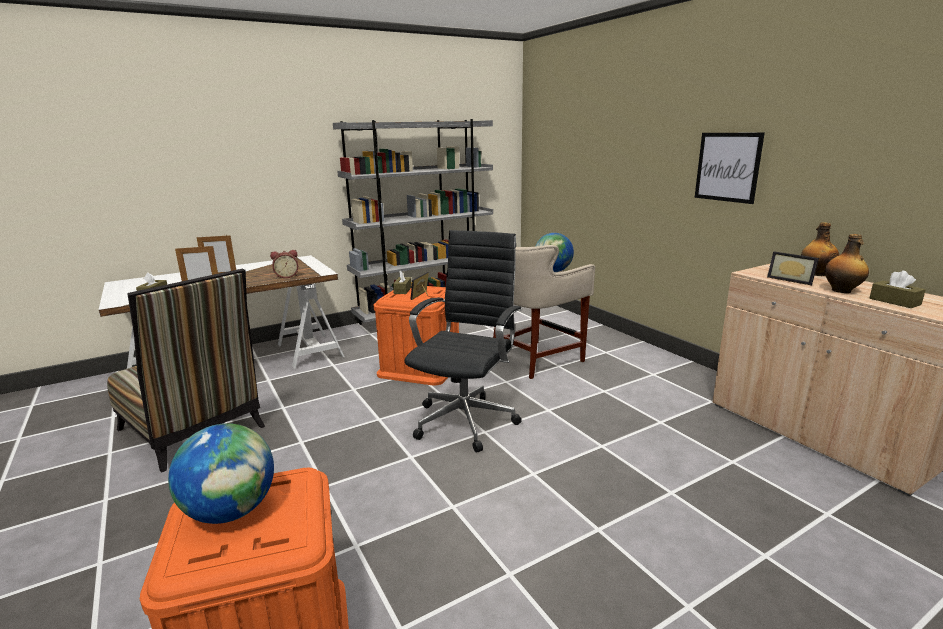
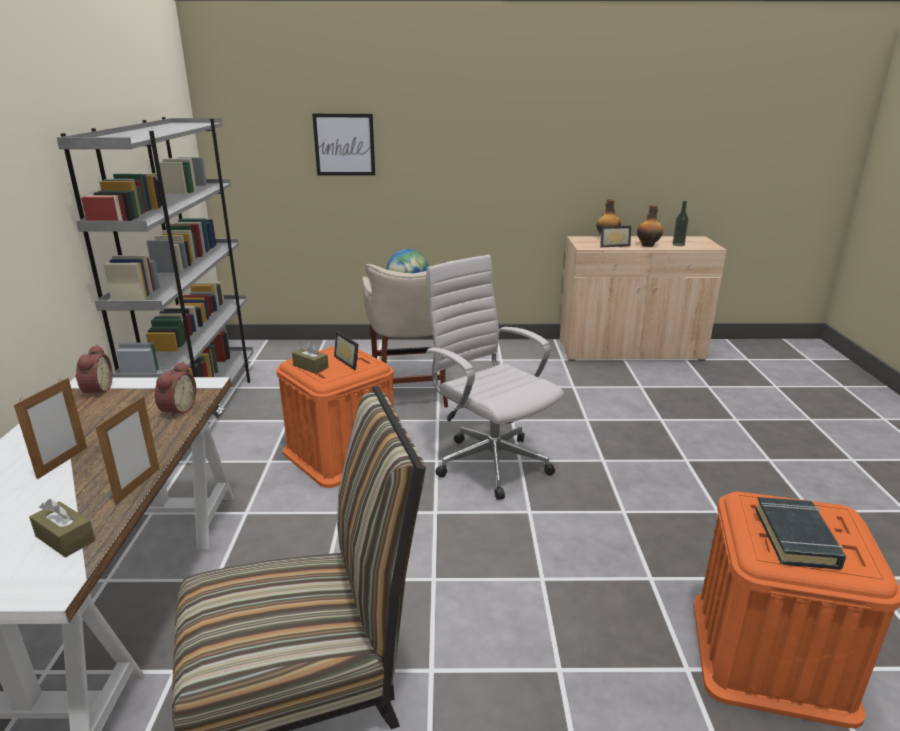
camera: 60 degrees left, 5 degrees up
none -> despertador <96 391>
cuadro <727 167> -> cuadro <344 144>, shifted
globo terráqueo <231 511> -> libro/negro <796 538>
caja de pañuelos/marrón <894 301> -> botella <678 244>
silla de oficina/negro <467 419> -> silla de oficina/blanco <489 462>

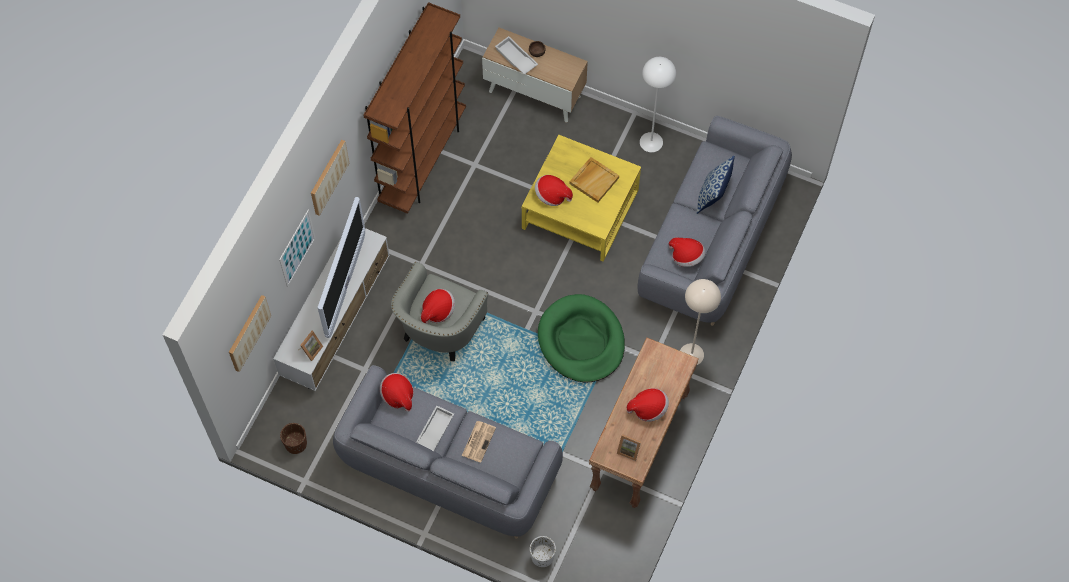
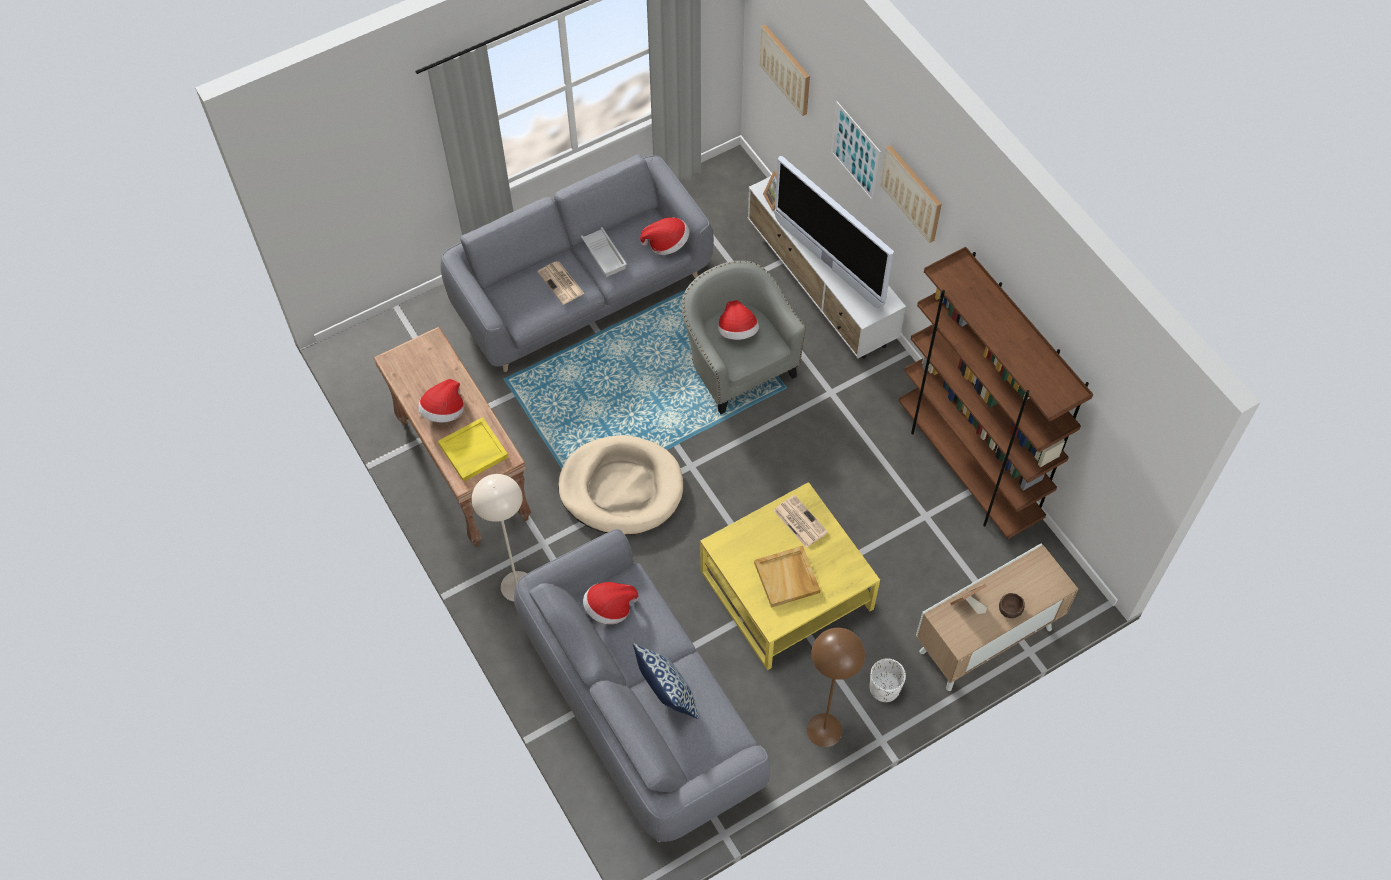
camera: 125 degrees right, 5 degrees down
maceta/marrón <296 444> -> none
bandeja/blanco <515 58> -> none
none -> bandeja/amarillo <473 451>
maceta/blanco <542 556> -> maceta/blanco <884 688>, shifted
portarretratos <629 450> -> portarretratos <967 605>, shifted
sombrero <552 195> -> periódico <799 521>
cama para perro/verde <581 341> -> cama para perro/beis <621 488>
lámpara de pie/blanco <651 142> -> lámpara de pie/marrón <824 729>

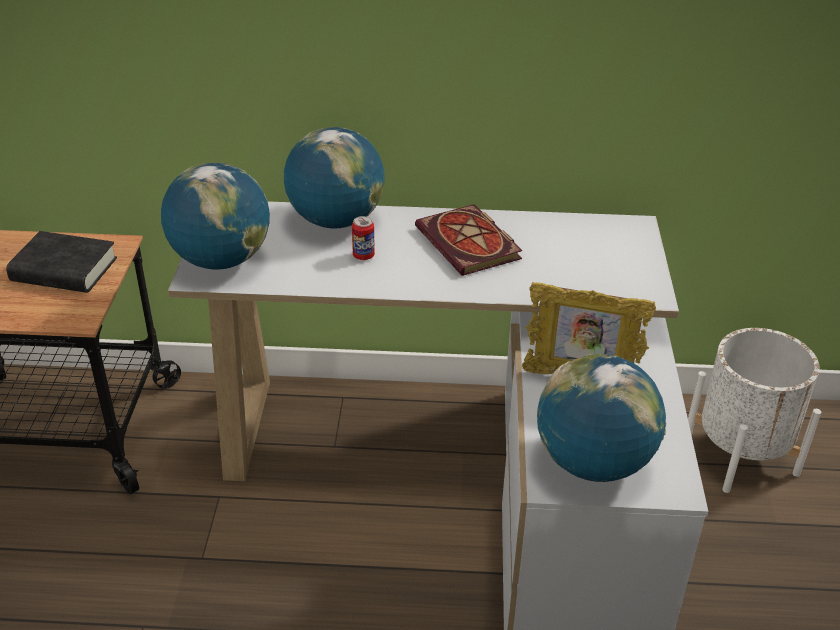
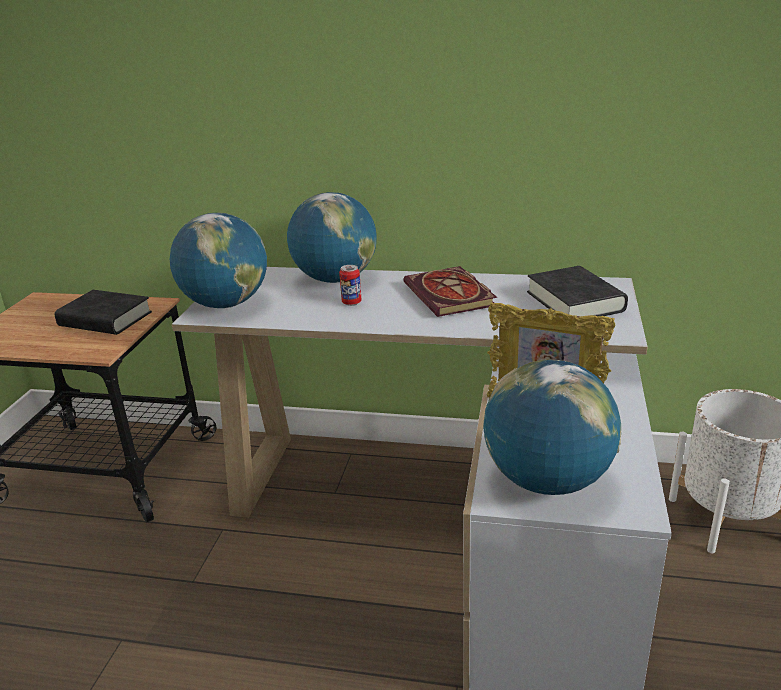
camera: 10 degrees right, 10 degrees down
none -> libro/negro <575 301>

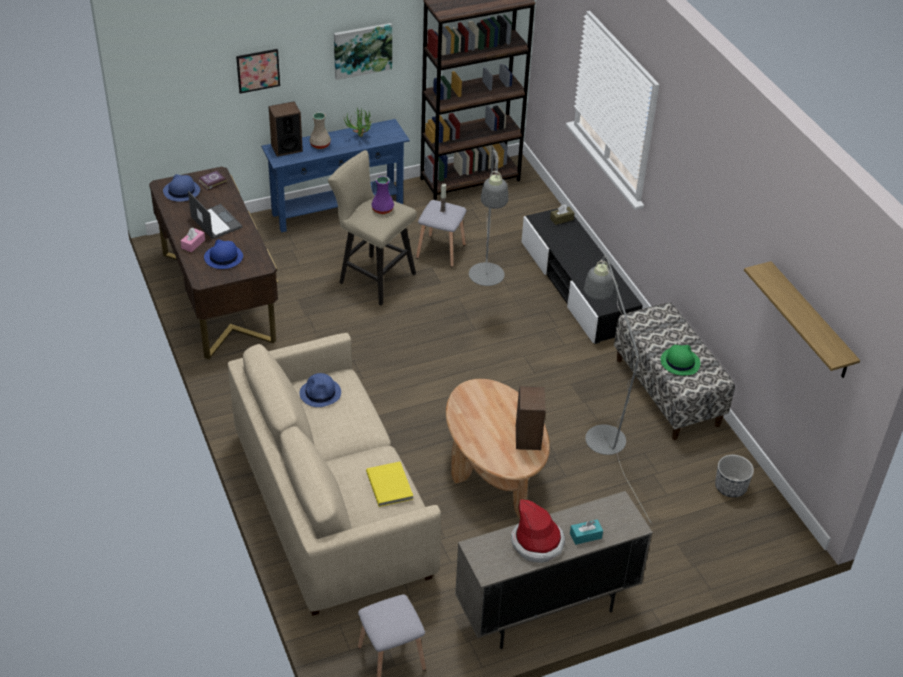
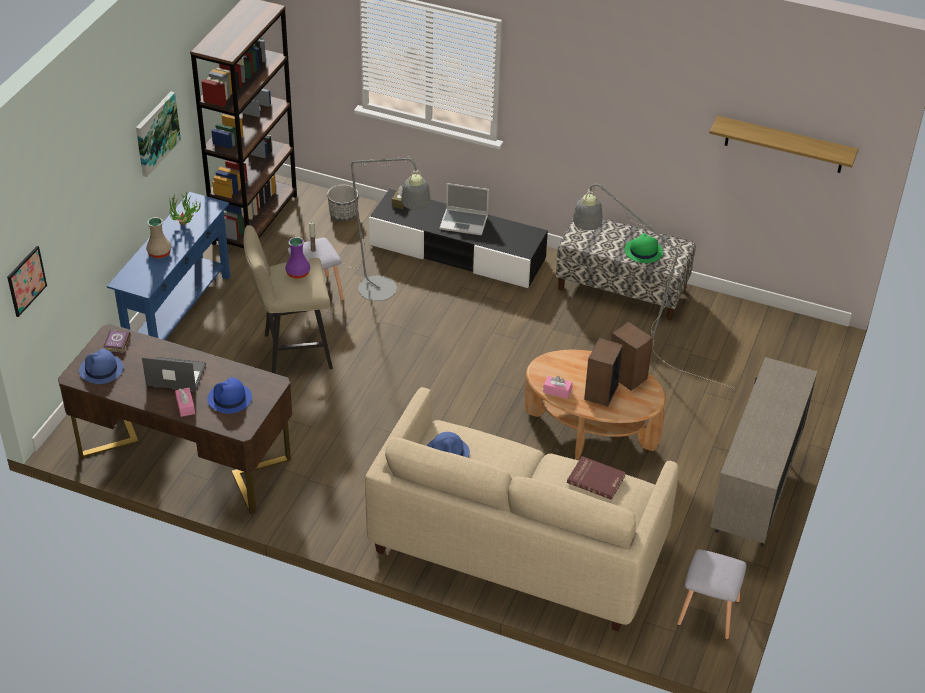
camera: 45 degrees left, 0 degrees up
sombrero <537 542> -> none
caja de pañuelos/turquesa <585 536> -> none
none -> portátil <464 222>
none -> caja de pañuelos/rosa <557 391>
cuadro <258 70> -> cuadro <26 281>, shifted
altavoz <286 148> -> altavoz <601 392>, shifted
maceta <730 487> -> maceta <343 214>, shifted
libro/amarillo <390 485> -> libro/rojo <596 479>

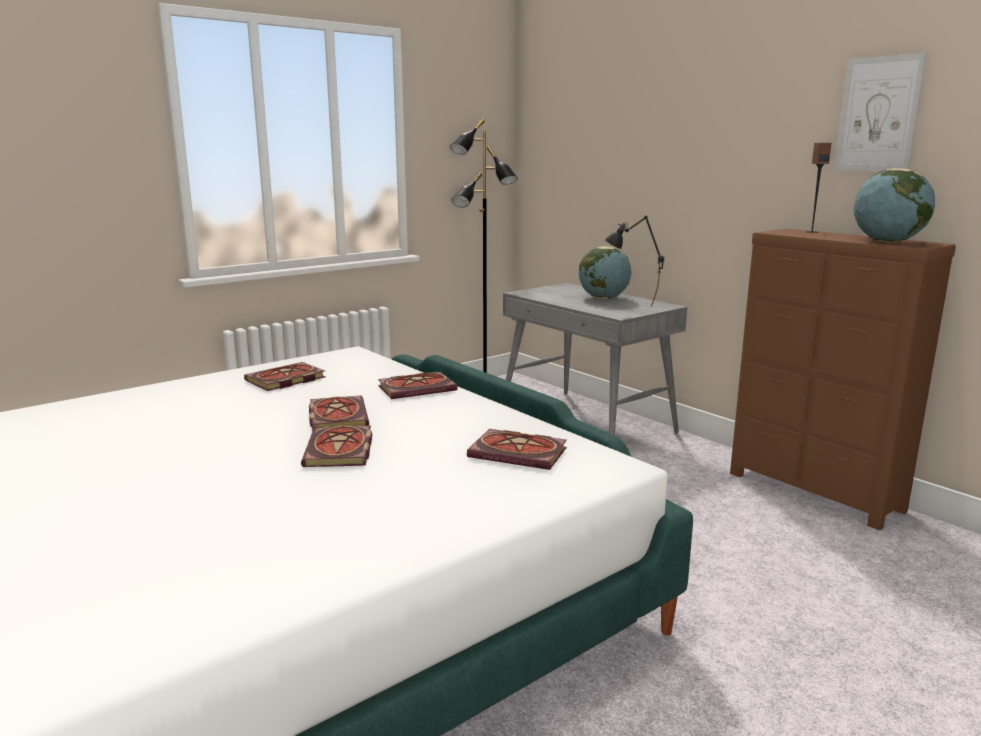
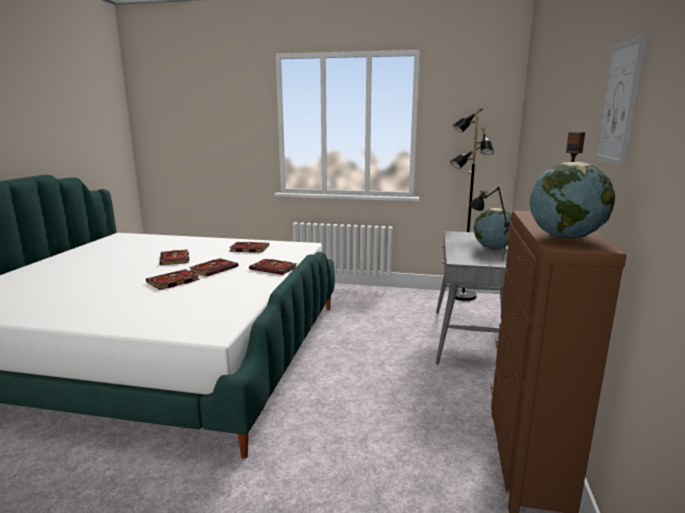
camera: 50 degrees right, 0 degrees up
libro <520 453> -> libro <175 259>, shifted

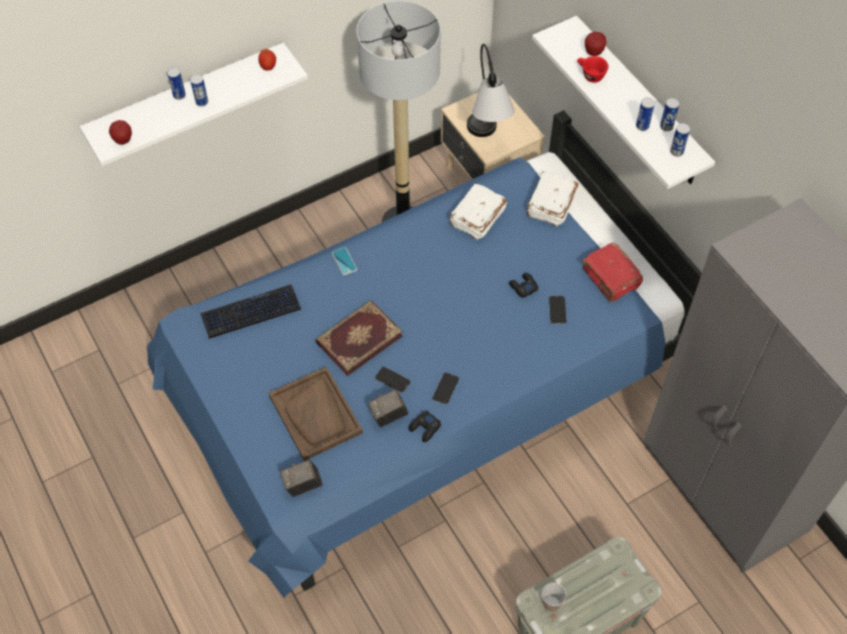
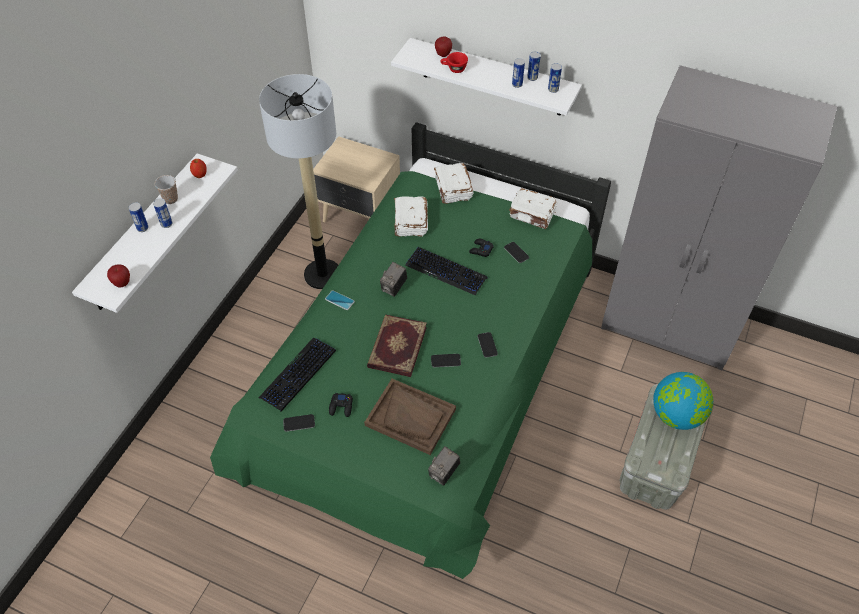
camera: 35 degrees left, 5 degrees down
lámpara de mesa <486 141> -> none
none -> móvil <299 423>
none -> teclado <446 271>
none -> globo terráqueo <676 415>
cámara <388 416> -> cámara <394 287>, shifted
mando de consola/negro <425 428> -> mando de consola/negro <341 407>, shifted
taza <551 603> -> taza <170 199>, shifted
cama/azul <422 390> -> cama/verde <428 378>
libro/rojo <611 278> -> libro/blanco <532 215>

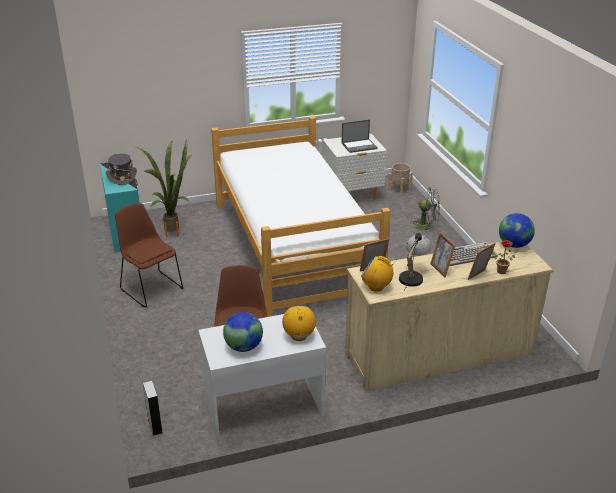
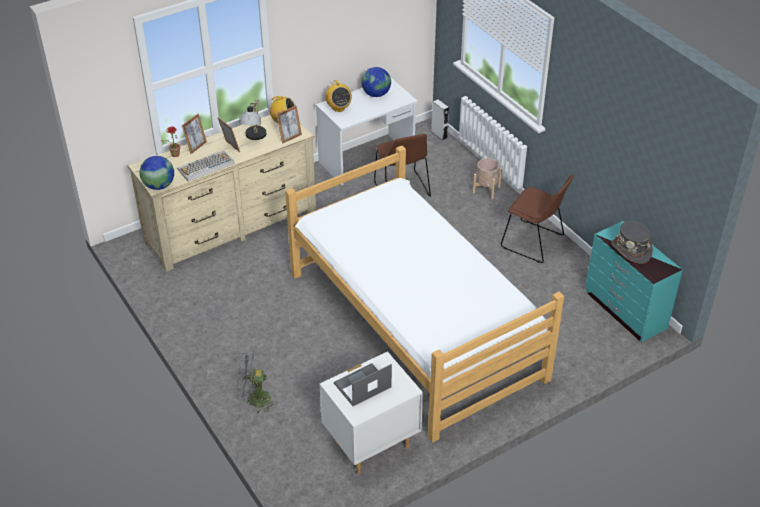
camera: 165 degrees right, 10 degrees up
planta en maceta <173 231> -> none
maceta/beis <399 190> -> maceta/beis <486 189>, shifted

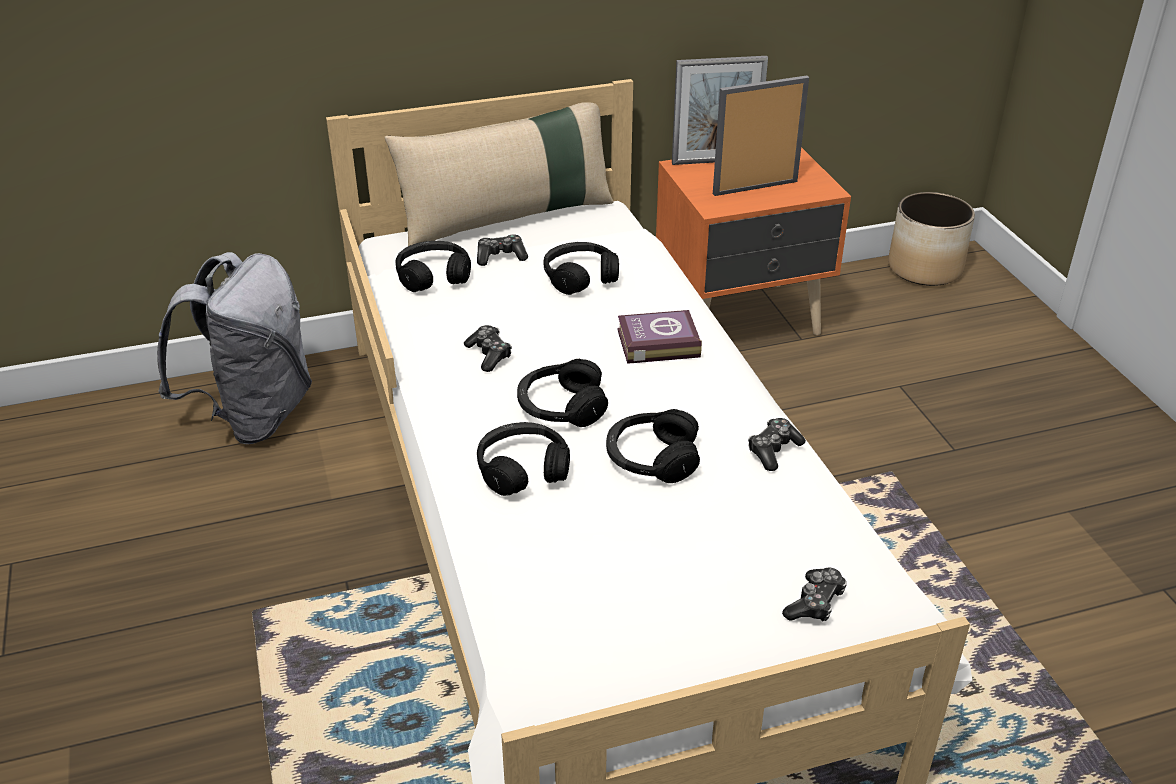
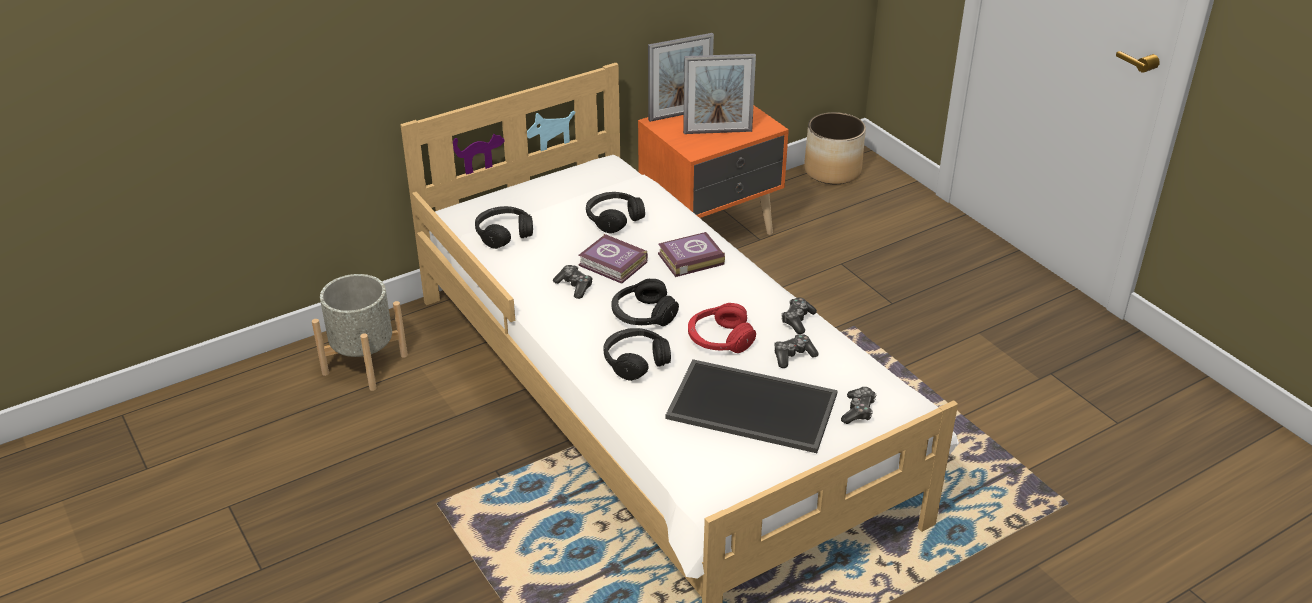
camera: 15 degrees left, 0 degrees up
cojín/beis <508 218> -> none
none -> libro <613 265>
none -> bandeja <749 407>
mando de consola <500 257> -> mando de consola <793 356>, shifted
mochila/gris <254 415> -> maceta/gris <364 364>
auriculares/negro <652 458> -> auriculares/rojo <719 339>
portarretratos <755 187> -> portarretratos <717 132>, 150 degrees counterclockwise

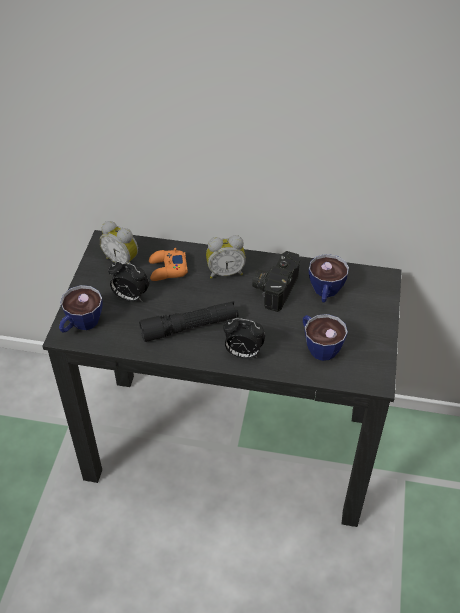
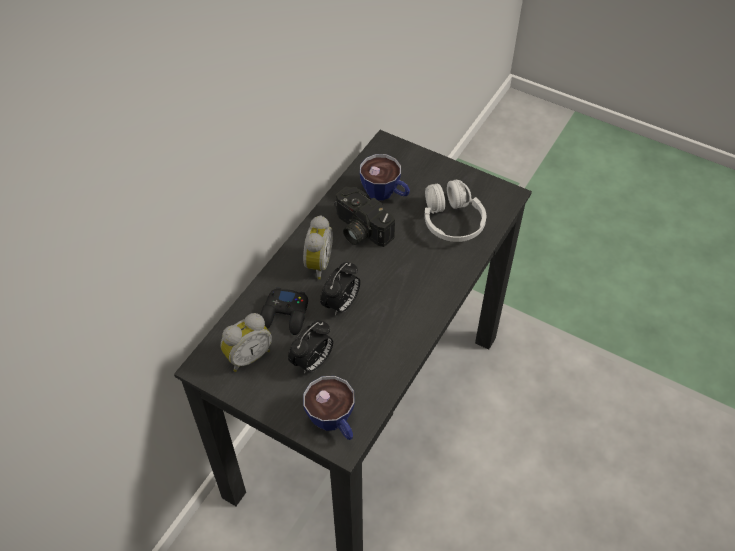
camera: 70 degrees left, 5 degrees up
linterna/negro <189 327> -> none
despertador <243 354> -> despertador <341 304>, shifted
taza <318 346> -> auriculares/blanco <452 221>
mando de consola/naranja <167 269> -> mando de consola/negro <285 315>

